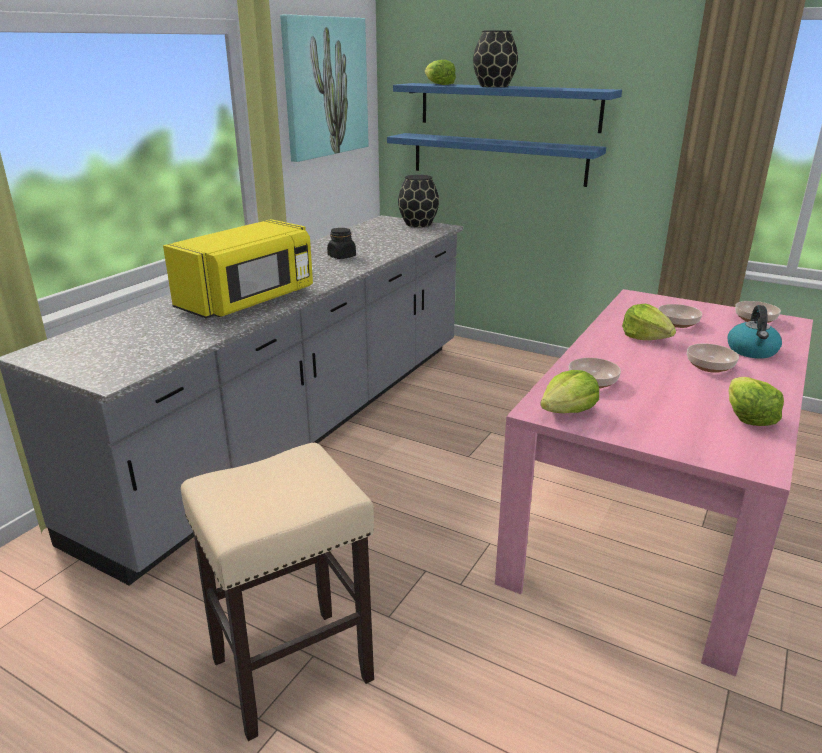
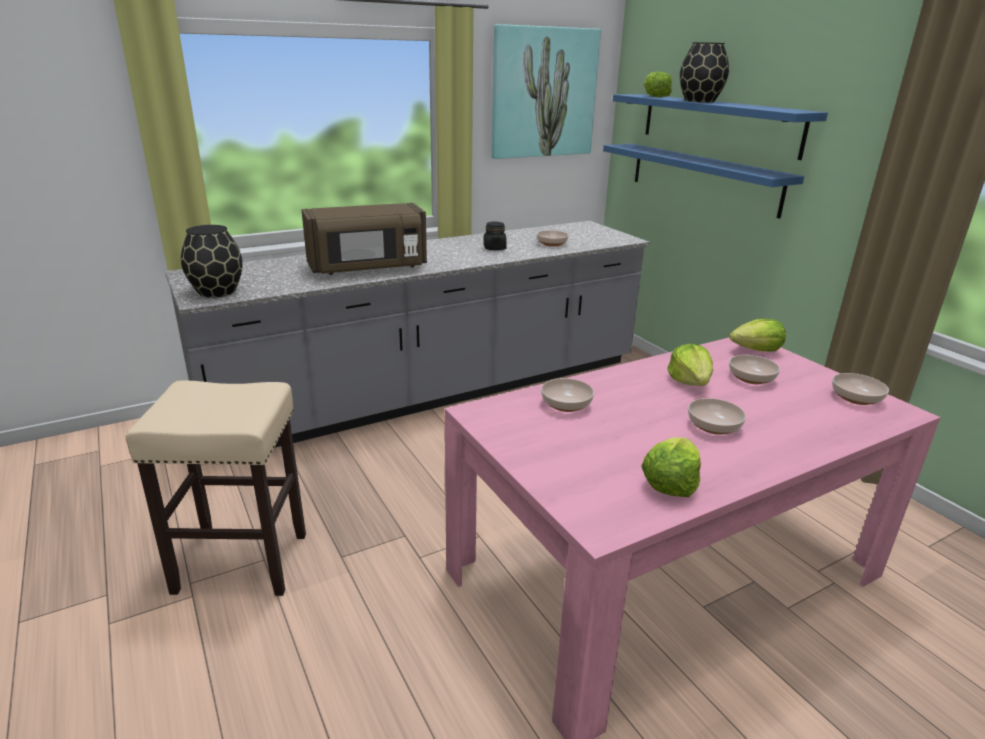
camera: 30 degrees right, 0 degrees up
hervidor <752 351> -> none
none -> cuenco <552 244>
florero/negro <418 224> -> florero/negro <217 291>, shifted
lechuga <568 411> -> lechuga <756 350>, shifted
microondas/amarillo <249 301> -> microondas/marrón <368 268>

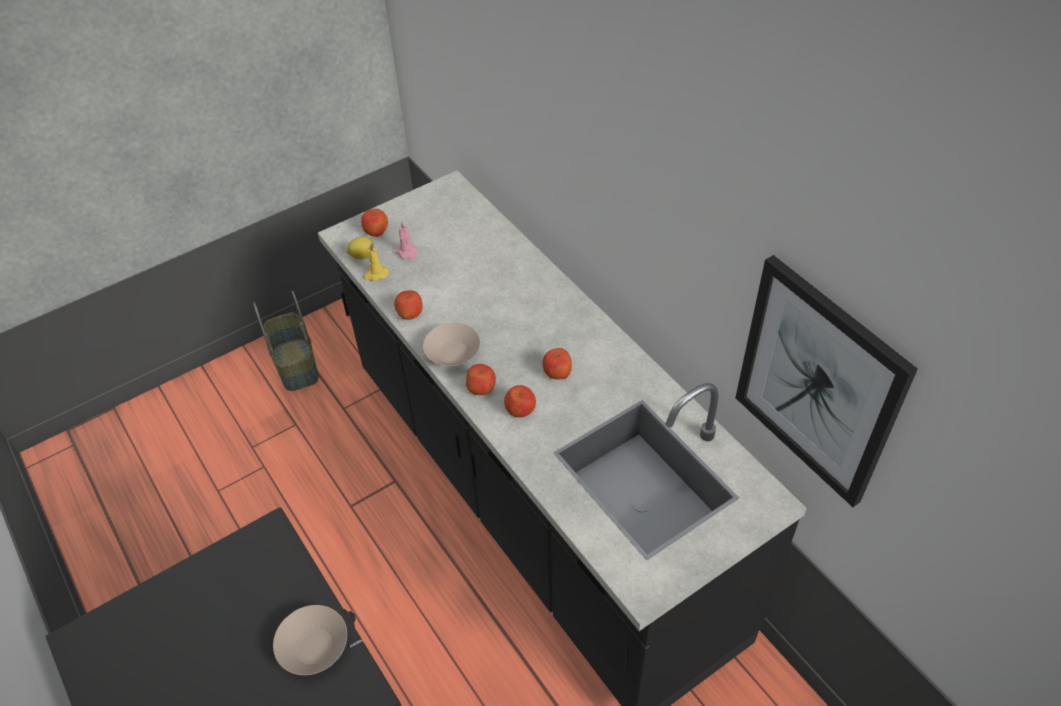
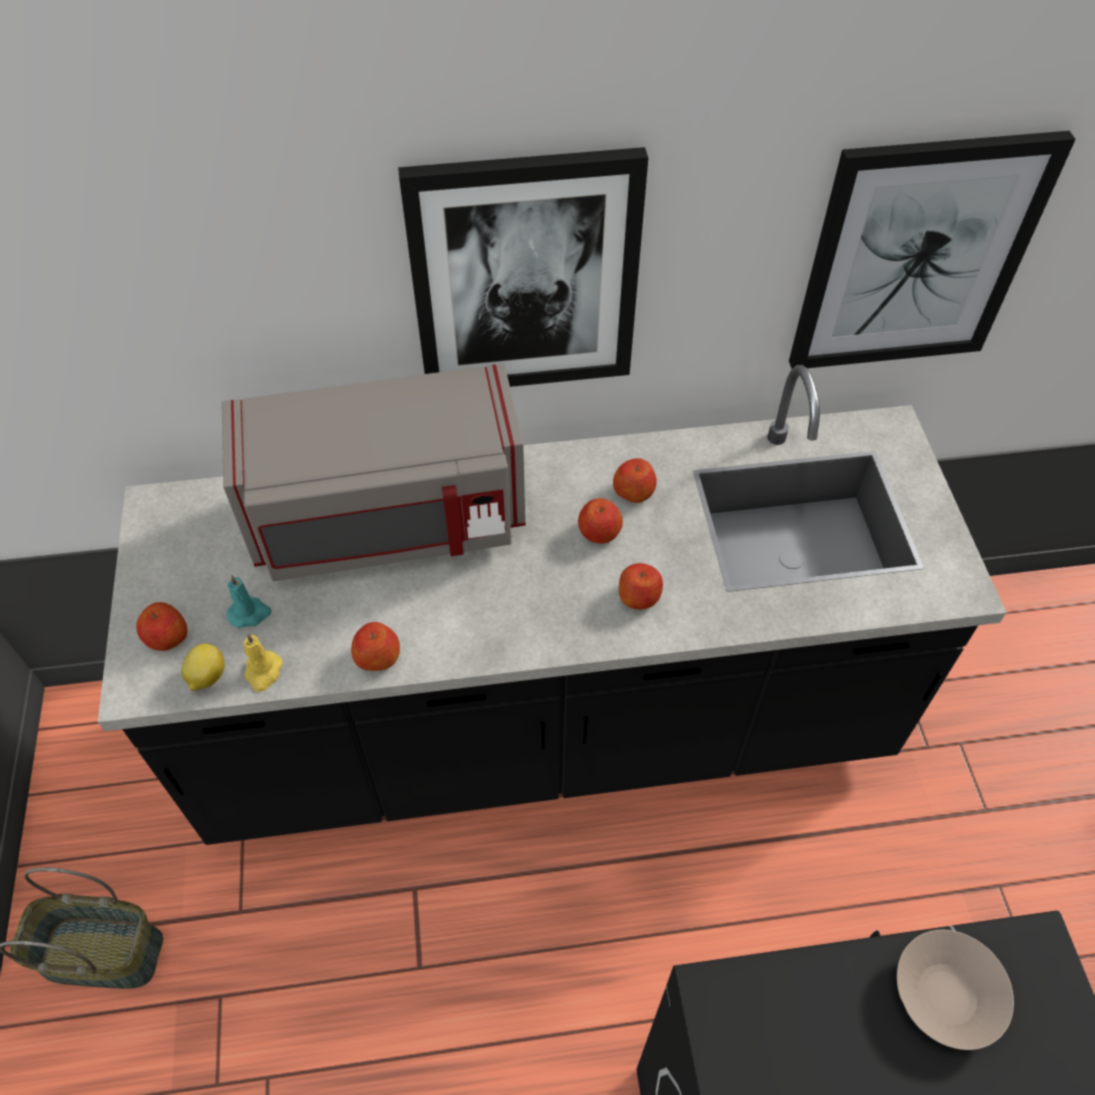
camera: 65 degrees left, 5 degrees up
cuenco/beis <452 353> -> none
none -> microondas/gris <388 521>
none -> cuadro <525 277>
manzana <481 387> -> manzana <633 492>, shifted
vela/rosa <407 252> -> vela/turquesa <250 613>

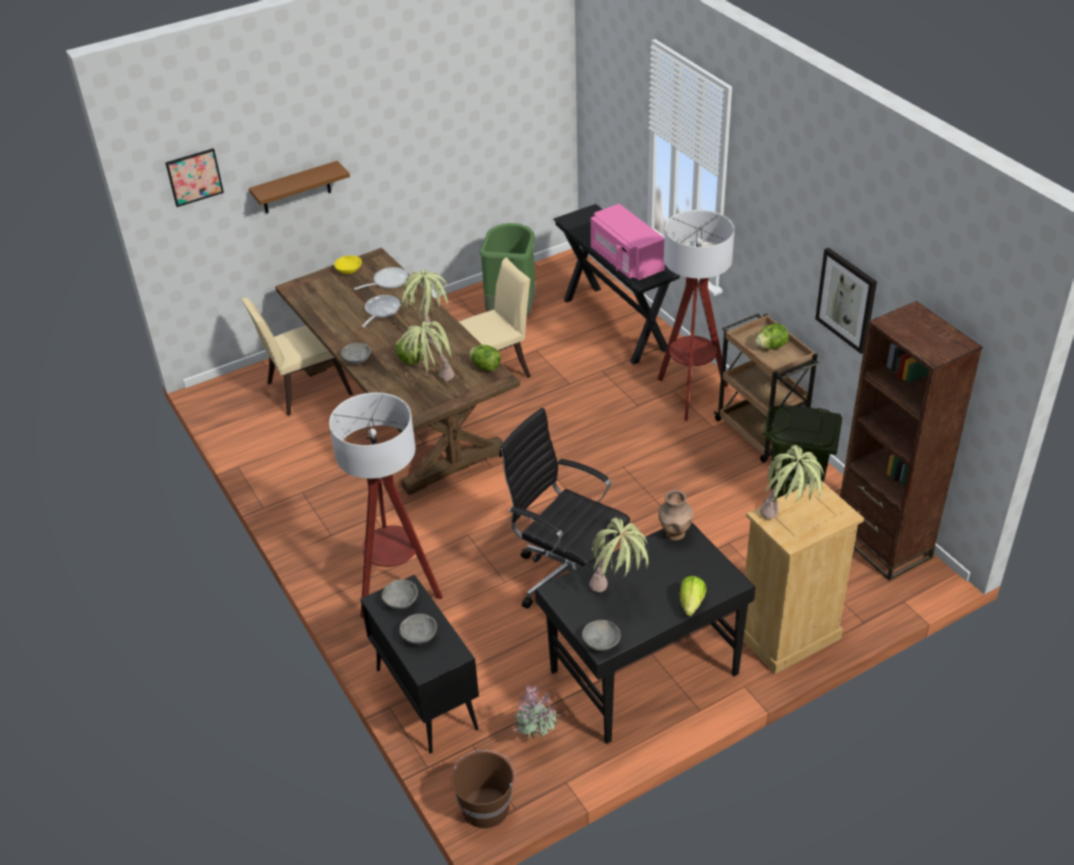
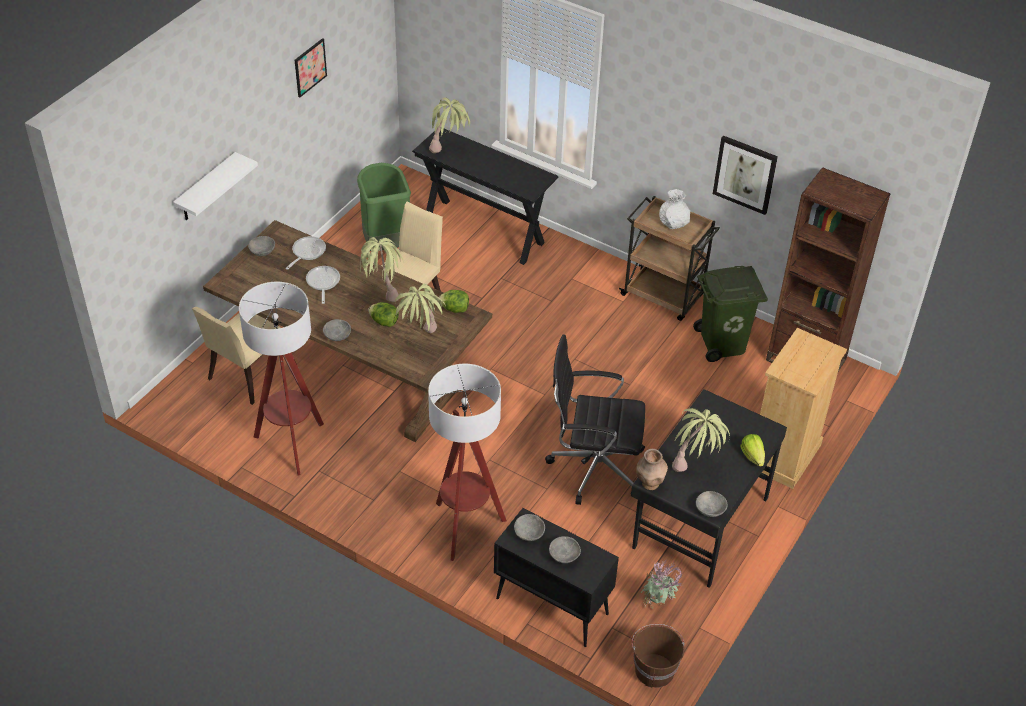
camera: 30 degrees left, 5 degrees up
microondas/rosa <625 260> -> none
cuadro <194 177> -> cuadro <310 67>, shifted
lámpara de pie <690 394> -> lámpara de pie <292 444>, shifted
florero/marrón <674 534> -> florero/marrón <649 484>, shifted
planta en maceta <788 522> -> planta en maceta <449 151>, shifted
lechuga <771 347> -> florero/blanco <673 224>
estante/marrón <296 188> -> estante/blanco <206 188>
cuenco/amarillo <349 271> -> cuenco/gris <263 251>

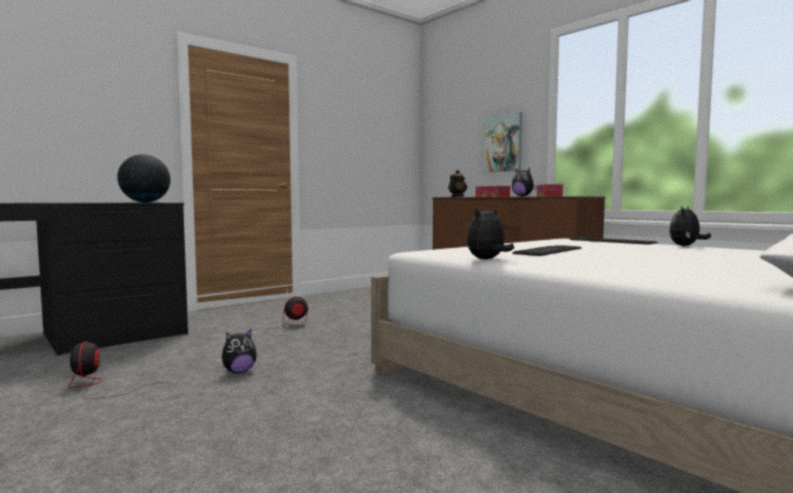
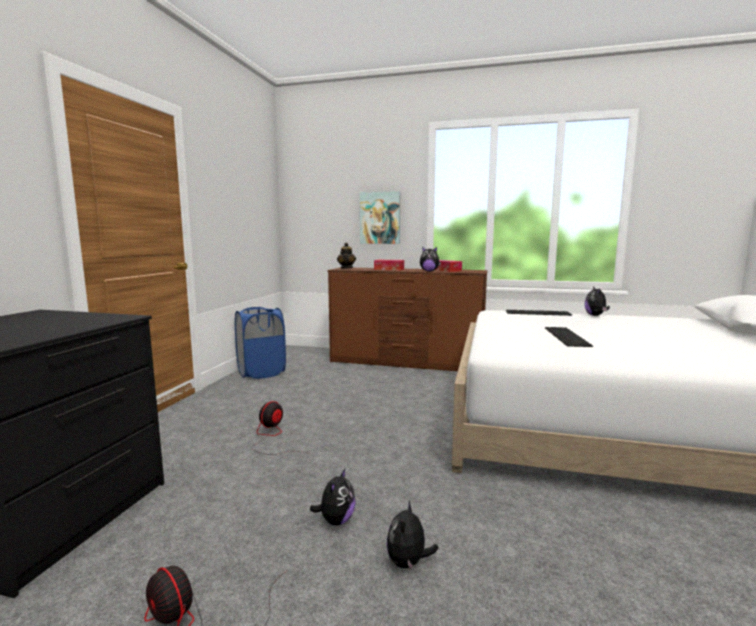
camera: 35 degrees left, 5 degrees up
globo terráqueo <145 202> -> none
none -> cesto de la ropa/azul <261 372>
peluche <487 259> -> peluche <408 563>, shifted

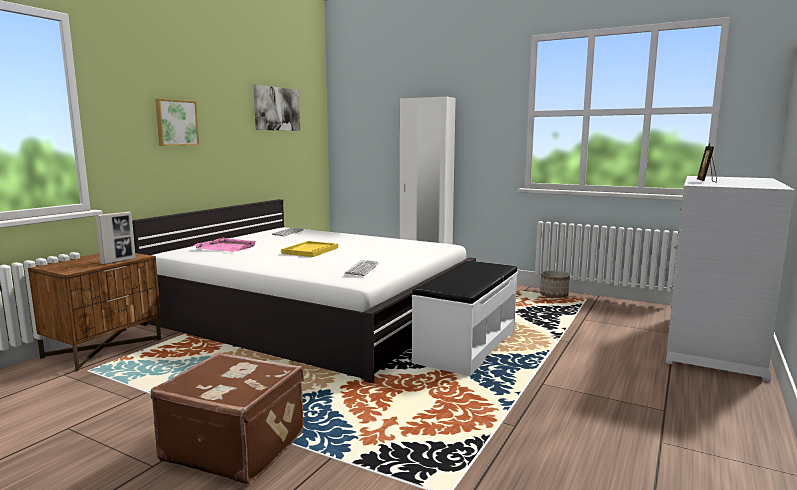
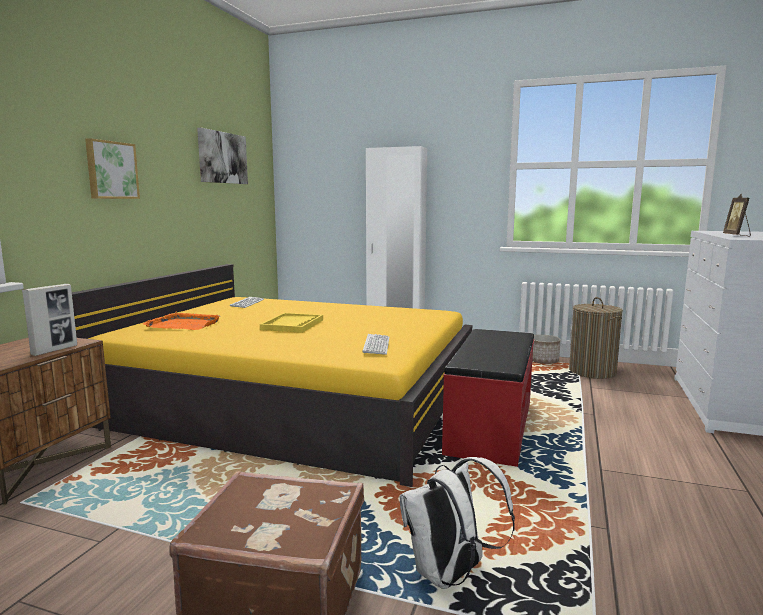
camera: 10 degrees left, 0 degrees up
none -> mochila/blanco <450 575>
none -> cesto de la ropa <592 371>
cama/blanco <314 316> -> cama/amarillo <293 401>
bandeja/rosa <226 247> -> bandeja/naranja <184 324>
banco/blanco <466 346> -> banco/rojo <489 428>

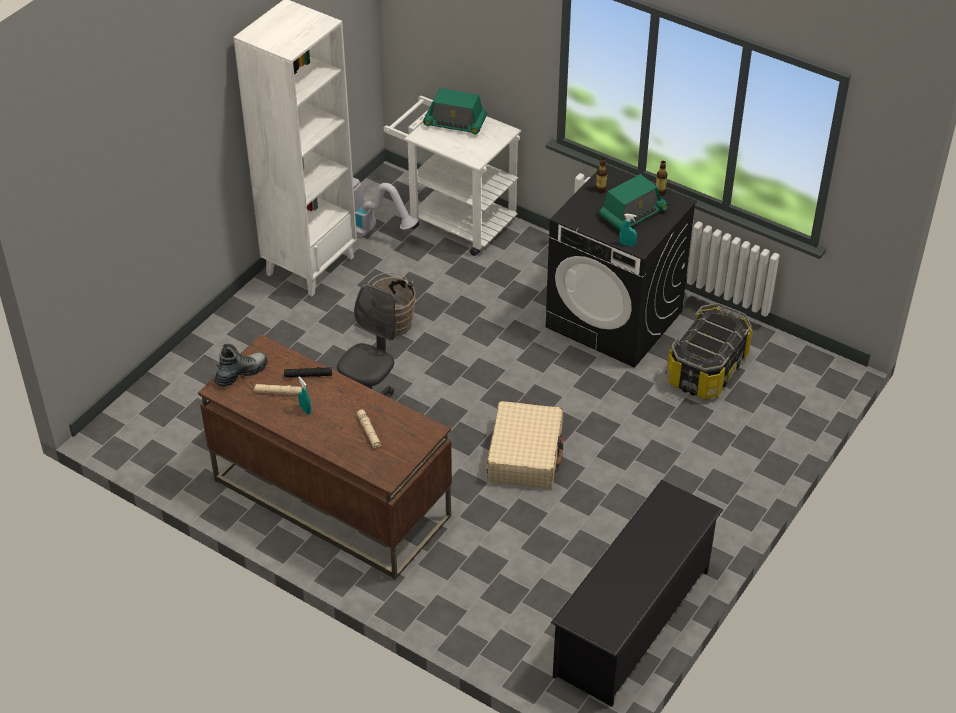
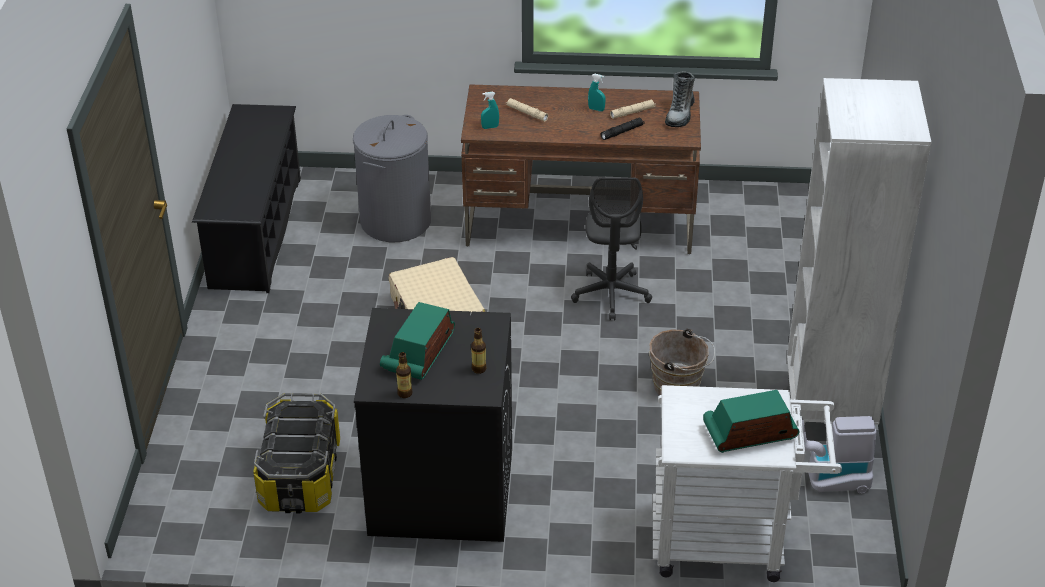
camera: 150 degrees right, 5 degrees down
none -> cesto de la ropa/gris <395 221>
pulverizador/turquesa <627 244> -> pulverizador/turquesa <490 127>, shifted

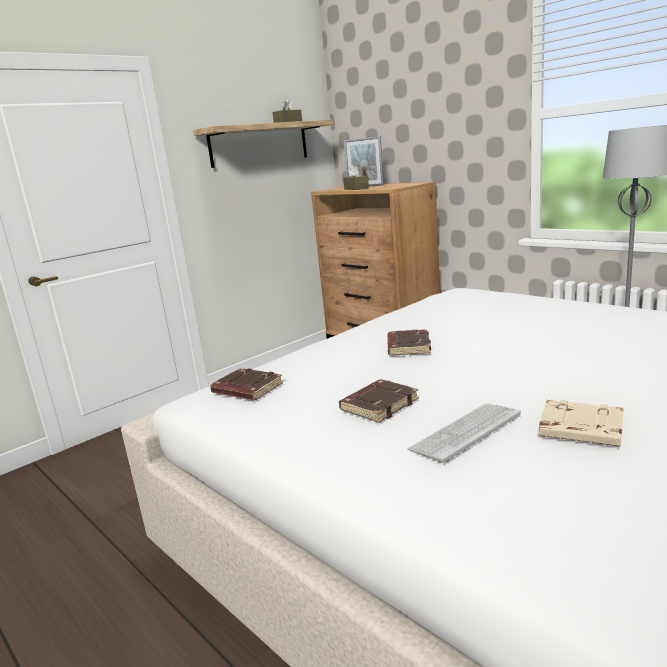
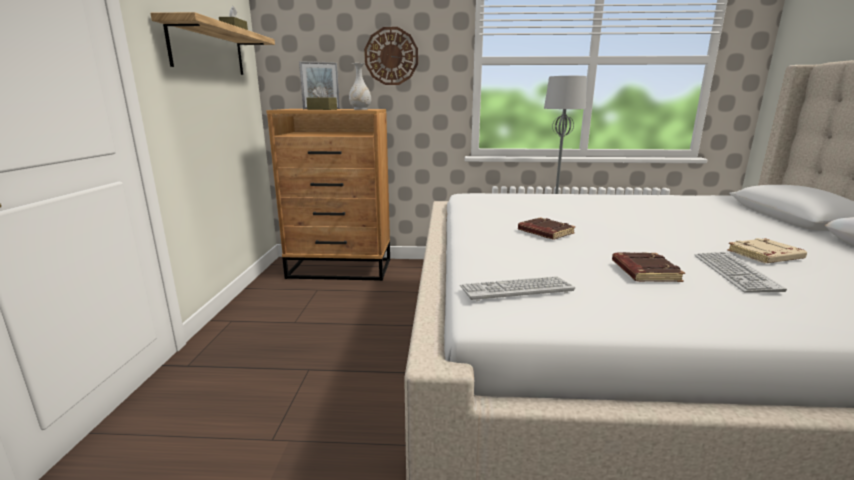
camera: 45 degrees left, 0 degrees up
none -> florero/blanco <360 109>
none -> reloj de pared <391 56>
libro/marrón <246 389> -> teclado <516 289>

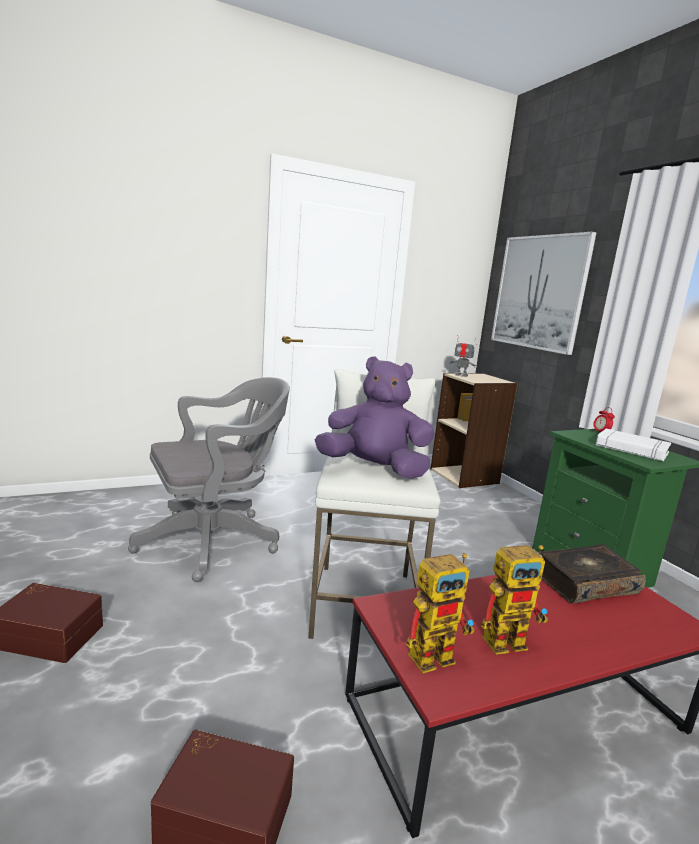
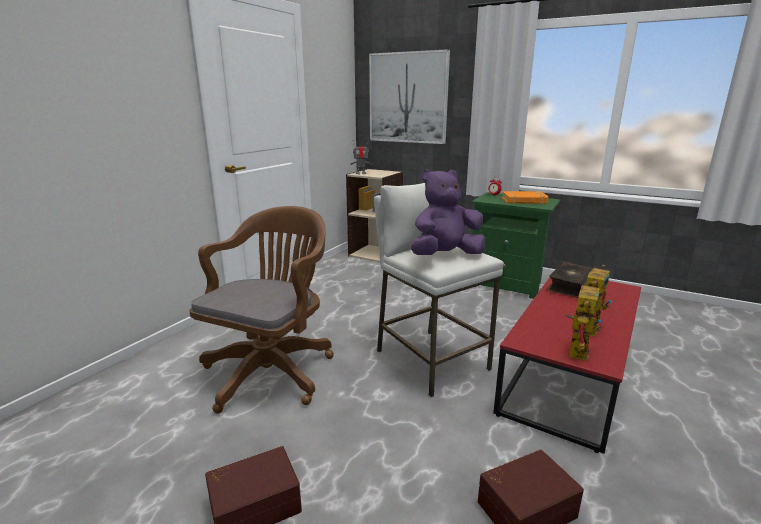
camera: 35 degrees left, 5 degrees up
silla de oficina/gris <215 540> -> silla de oficina/marrón <273 370>
libro/blanco <631 449> -> libro/naranja <524 201>

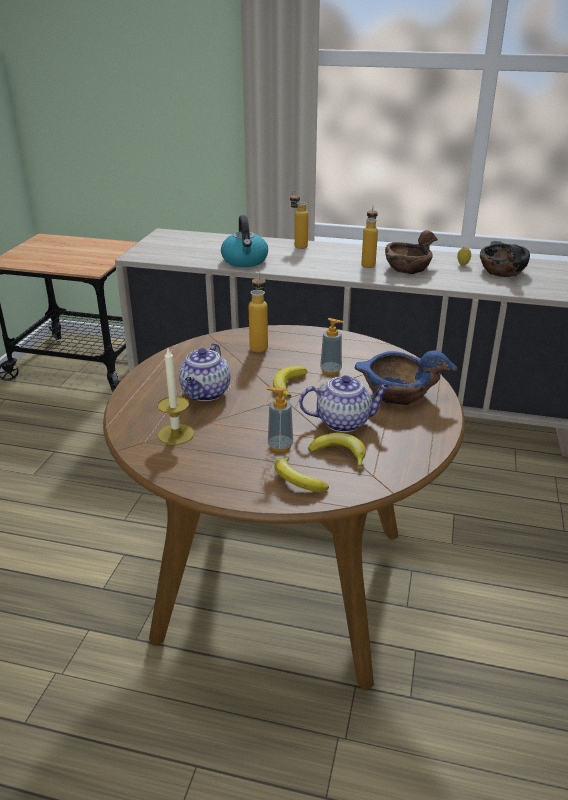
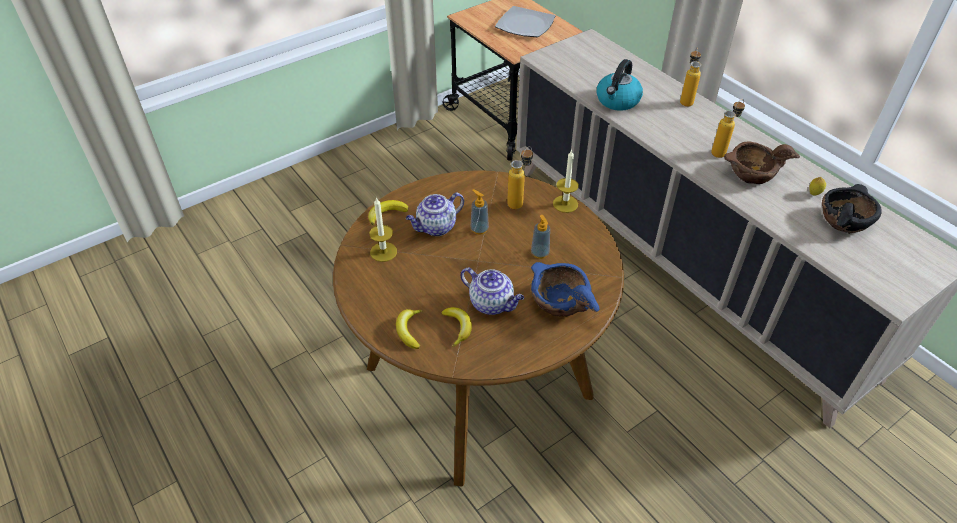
camera: 40 degrees right, 15 degrees up
none -> plato <525 24>
none -> vela <565 204>
dispensador de jabón <280 446> -> dispensador de jabón <479 229>, shifted
plátano <288 384> -> plátano <386 213>, shifted

